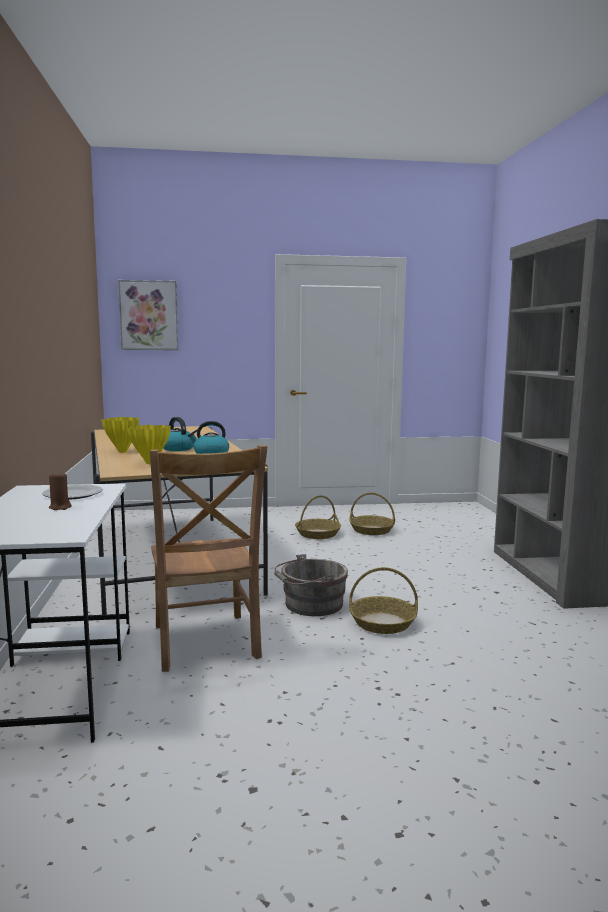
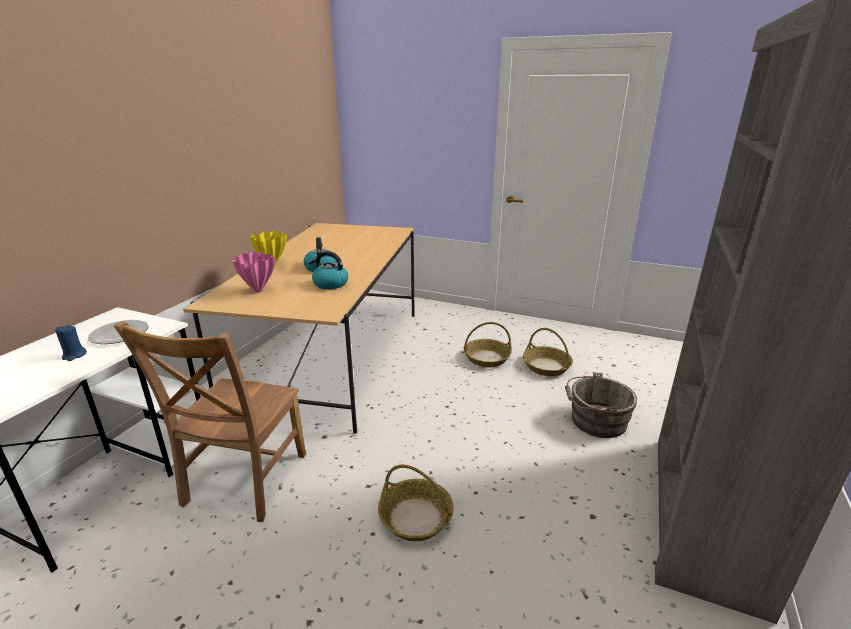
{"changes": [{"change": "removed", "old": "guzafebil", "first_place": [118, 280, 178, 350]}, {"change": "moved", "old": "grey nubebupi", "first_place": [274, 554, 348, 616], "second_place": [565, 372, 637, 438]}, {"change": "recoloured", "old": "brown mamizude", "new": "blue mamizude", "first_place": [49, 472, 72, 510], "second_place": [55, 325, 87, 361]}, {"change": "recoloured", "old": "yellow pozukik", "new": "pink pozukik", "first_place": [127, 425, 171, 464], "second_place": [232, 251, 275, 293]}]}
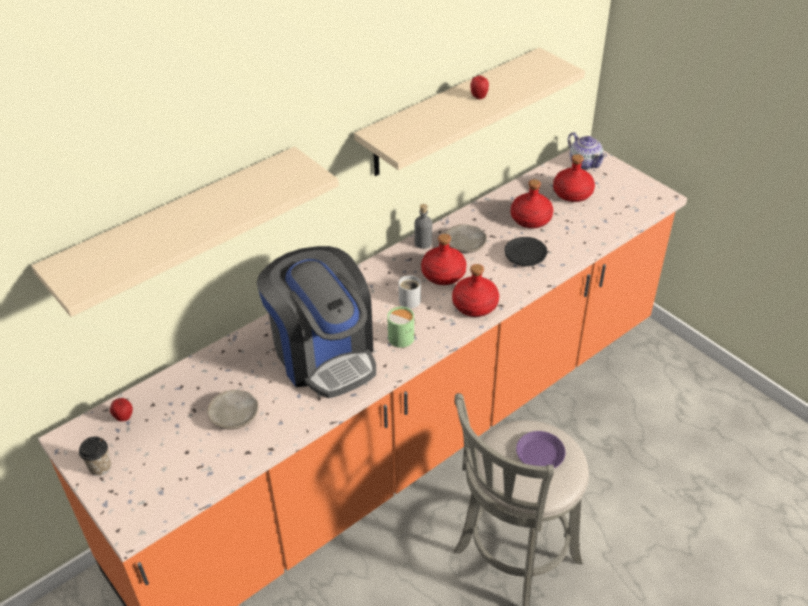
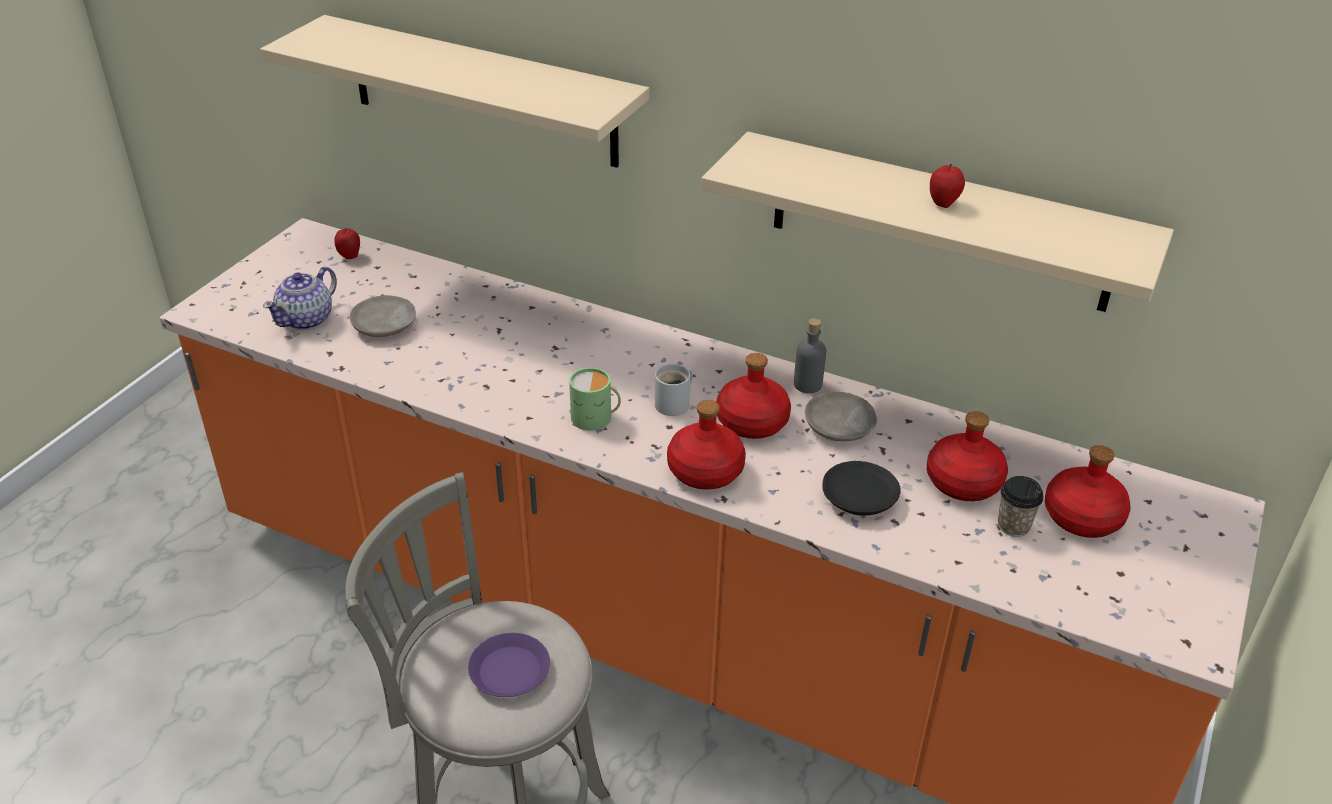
{"changes": [{"change": "removed", "old": "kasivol", "first_place": [257, 246, 376, 398]}, {"change": "moved", "old": "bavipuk", "first_place": [79, 437, 111, 476], "second_place": [998, 476, 1044, 537]}, {"change": "moved", "old": "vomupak", "first_place": [568, 132, 607, 170], "second_place": [263, 266, 337, 330]}]}
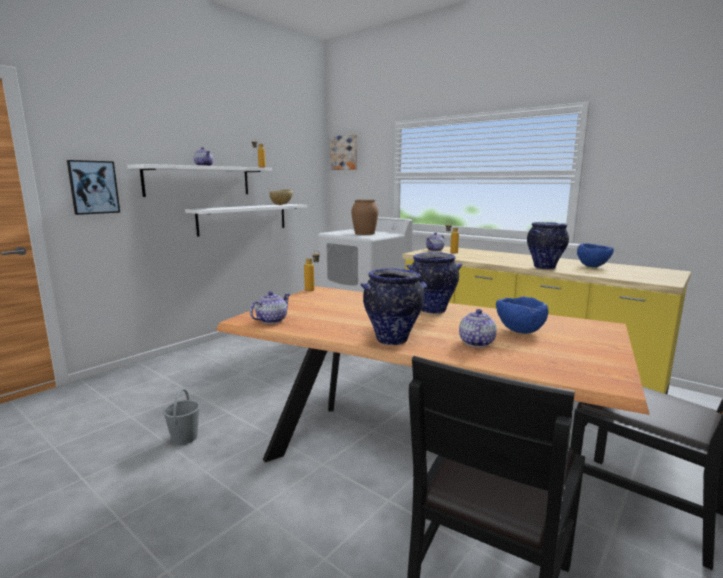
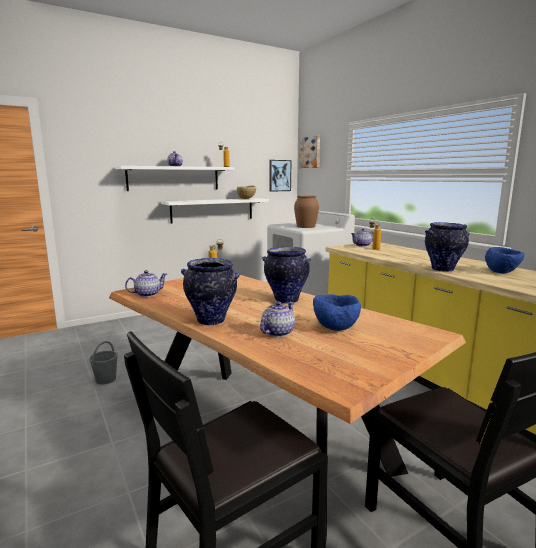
{"changes": [{"change": "moved", "old": "guzafebil", "first_place": [67, 160, 120, 215], "second_place": [270, 160, 291, 192]}]}
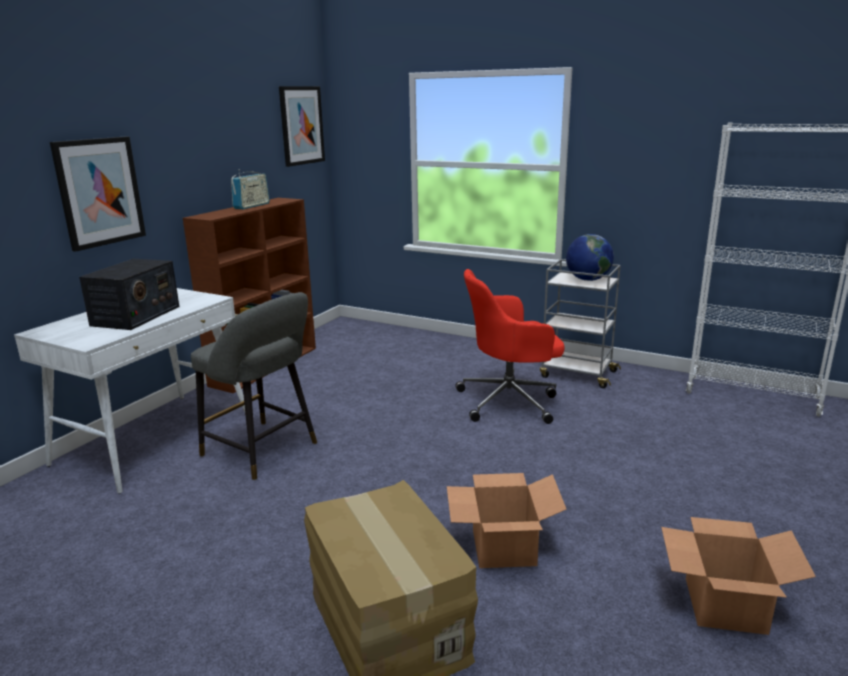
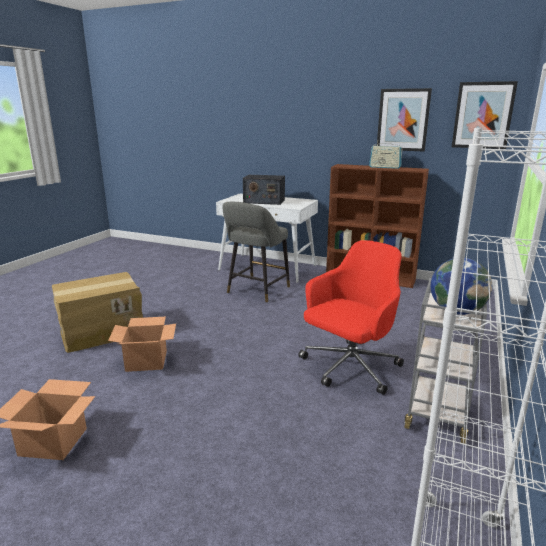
{"changes": [{"change": "moved", "old": "guzafebil", "first_place": [50, 136, 146, 252], "second_place": [377, 88, 432, 151]}, {"change": "turned", "old": "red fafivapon", "first_place": [455, 269, 565, 424], "second_place": [298, 240, 404, 395], "degrees": 60}]}
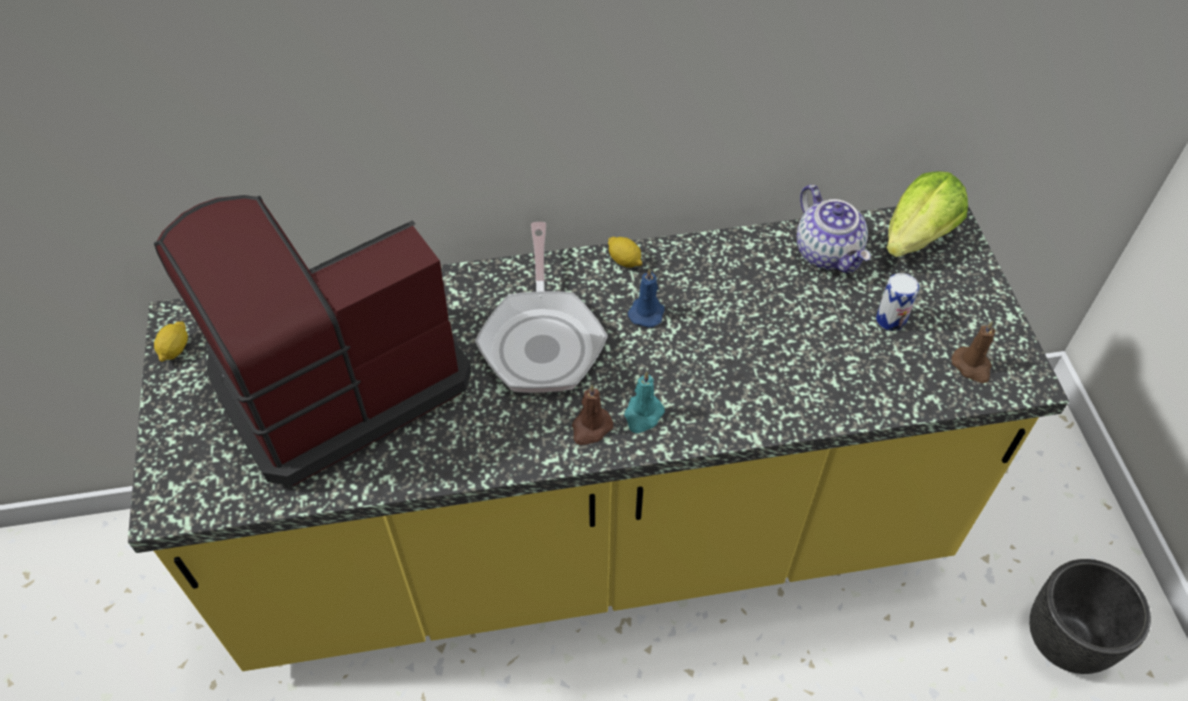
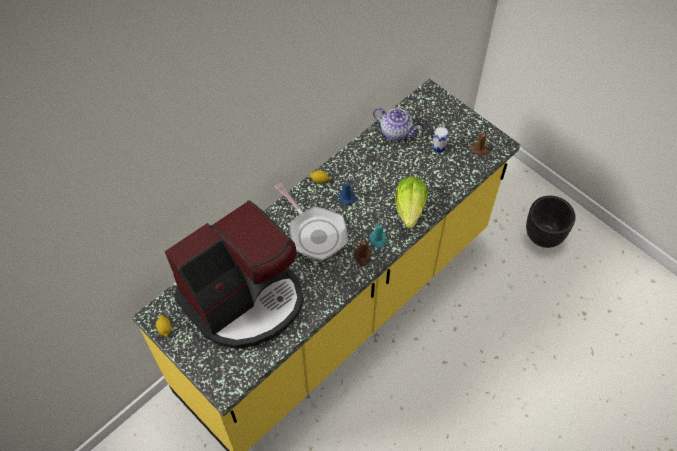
{"changes": [{"change": "moved", "old": "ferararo", "first_place": [886, 171, 968, 257], "second_place": [395, 176, 428, 228]}, {"change": "turned", "old": "kasivol", "first_place": [154, 195, 471, 486], "second_place": [165, 200, 304, 349], "degrees": -150}]}
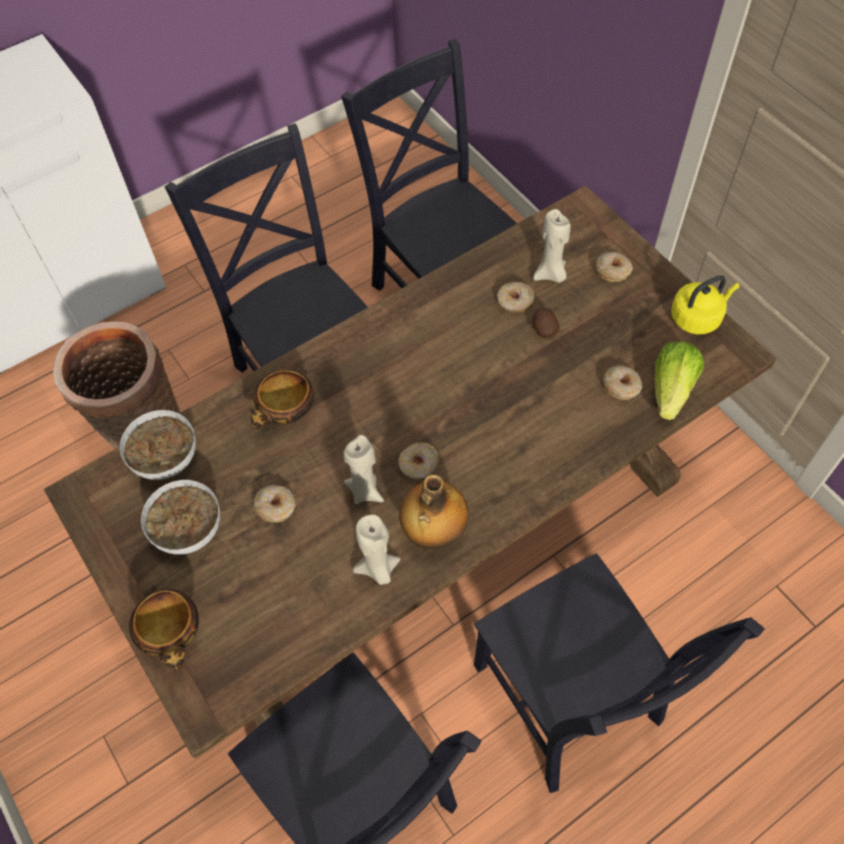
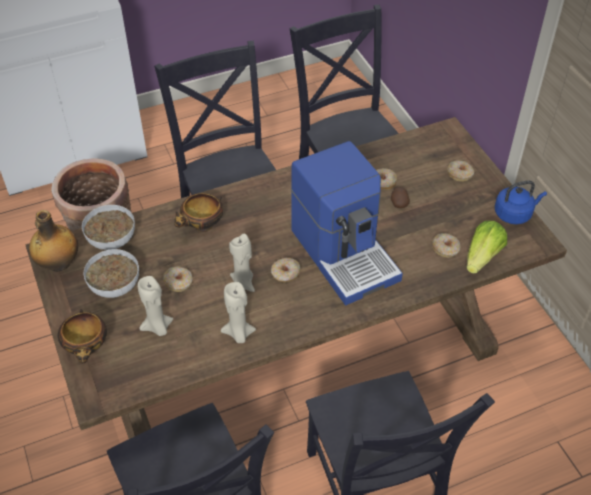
{"changes": [{"change": "added", "new": "kasivol", "second_place": [291, 141, 403, 306]}, {"change": "moved", "old": "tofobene", "first_place": [399, 475, 469, 549], "second_place": [29, 210, 78, 272]}, {"change": "moved", "old": "beige mamizude", "first_place": [533, 209, 571, 283], "second_place": [138, 276, 173, 336]}, {"change": "recoloured", "old": "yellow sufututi", "new": "blue sufututi", "first_place": [671, 275, 740, 334], "second_place": [495, 180, 547, 224]}]}
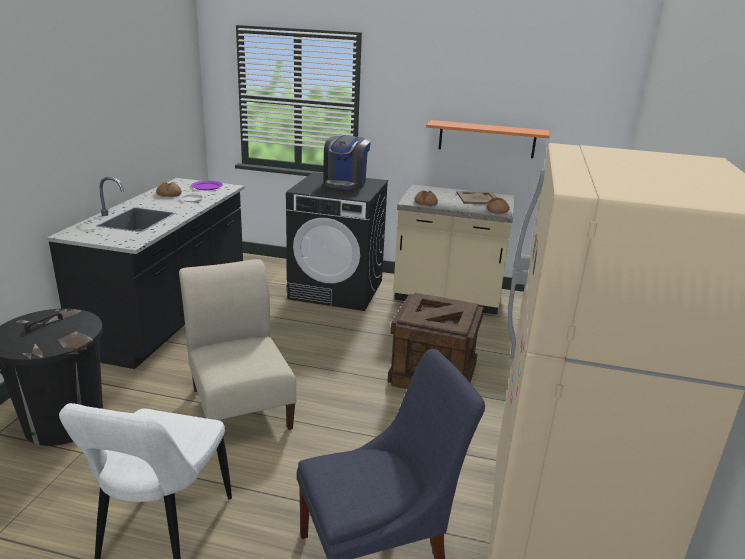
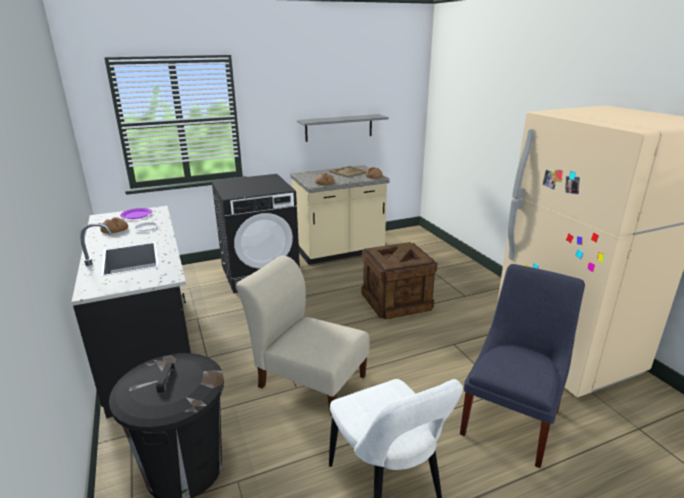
{"changes": [{"change": "removed", "old": "kasivol", "first_place": [323, 135, 371, 190]}, {"change": "recoloured", "old": "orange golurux", "new": "grey golurux", "first_place": [426, 120, 550, 158], "second_place": [297, 114, 389, 142]}]}
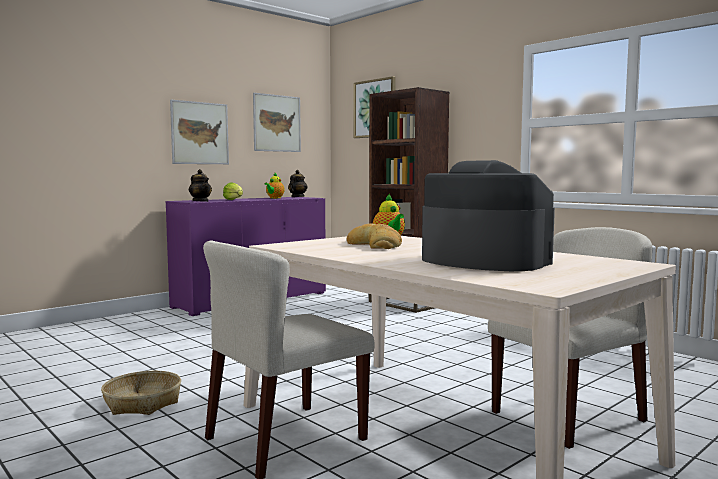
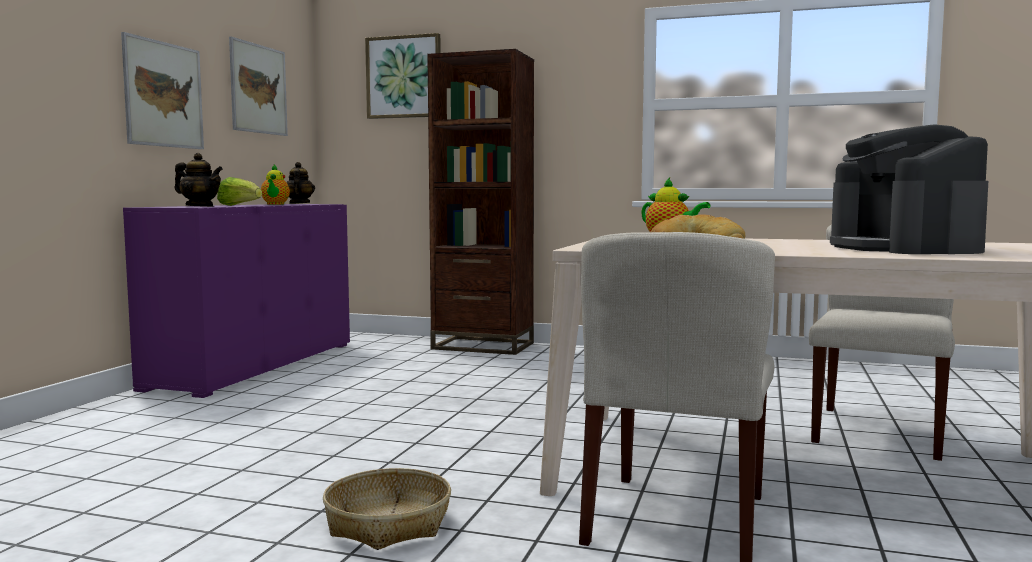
{"changes": [{"change": "turned", "old": "kasivol", "first_place": [422, 160, 555, 271], "second_place": [830, 124, 988, 254], "degrees": -105}]}
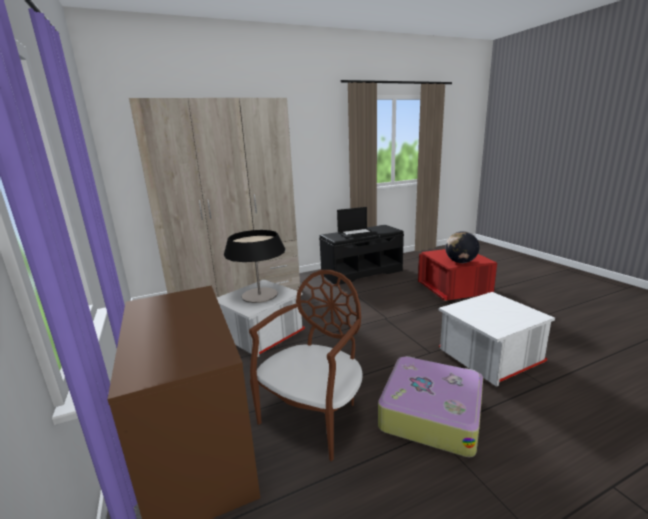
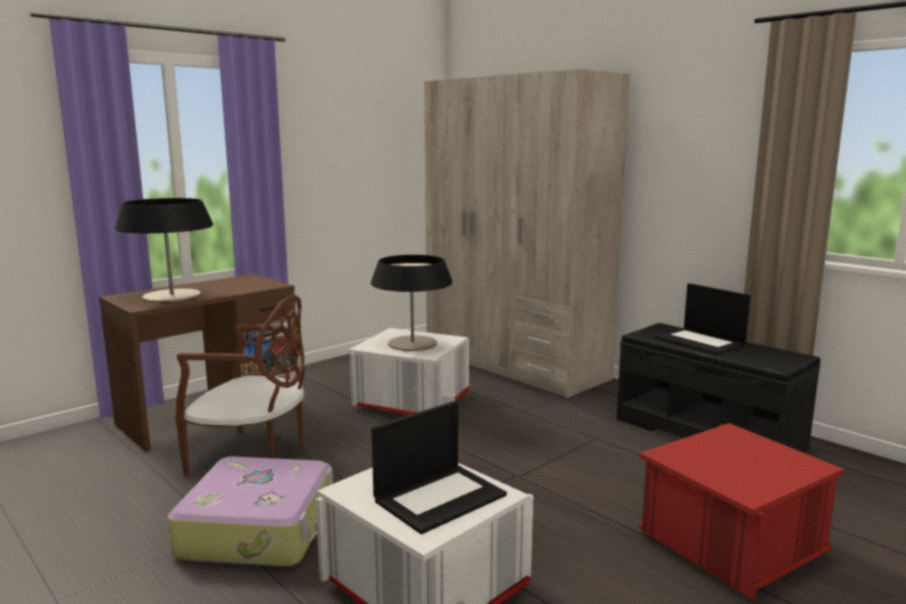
{"changes": [{"change": "removed", "old": "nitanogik", "first_place": [445, 231, 479, 263]}, {"change": "added", "new": "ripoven", "second_place": [115, 198, 213, 303]}, {"change": "added", "new": "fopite", "second_place": [371, 401, 507, 534]}]}
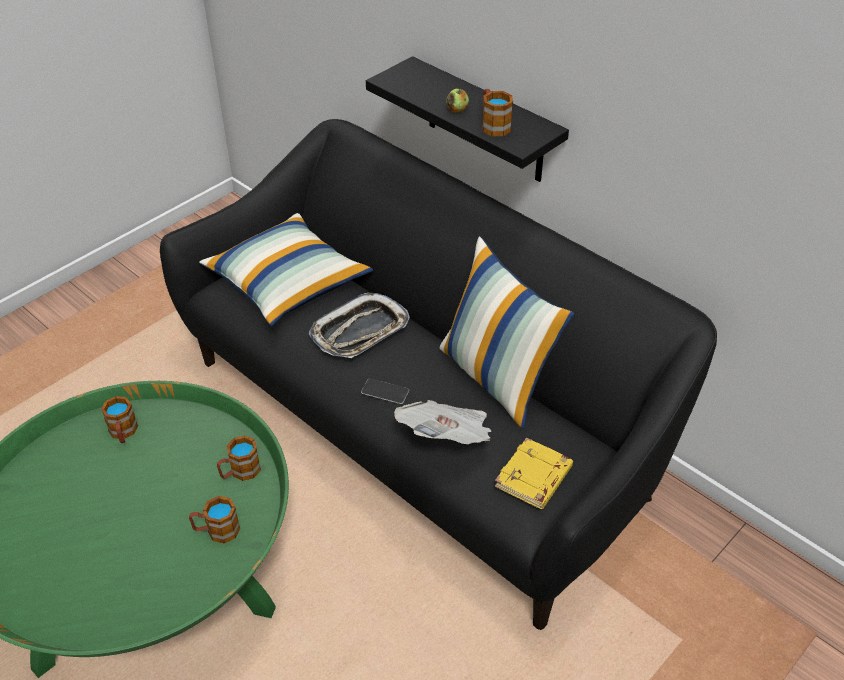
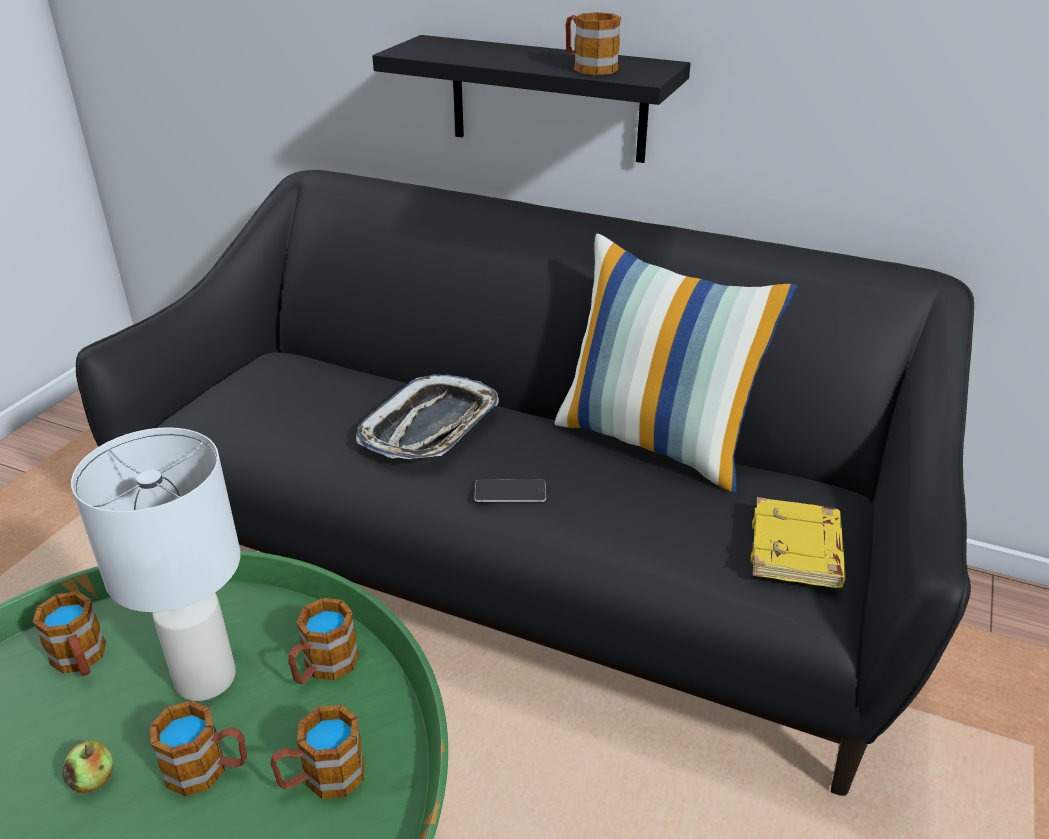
{"changes": [{"change": "removed", "old": "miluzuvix", "first_place": [199, 213, 373, 326]}, {"change": "removed", "old": "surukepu", "first_place": [394, 400, 492, 444]}, {"change": "added", "new": "white ripoven", "second_place": [71, 427, 241, 701]}, {"change": "added", "new": "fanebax", "second_place": [150, 700, 247, 796]}, {"change": "moved", "old": "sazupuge", "first_place": [446, 89, 469, 113], "second_place": [62, 741, 114, 793]}]}
